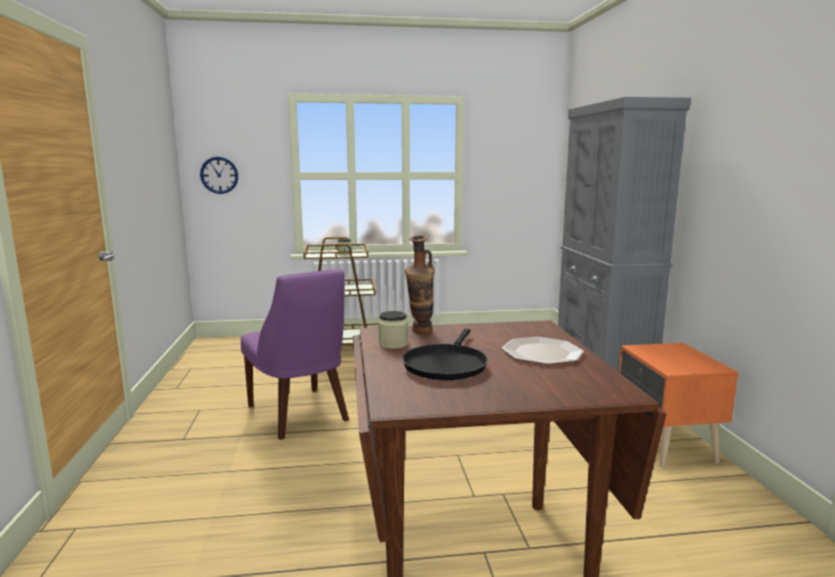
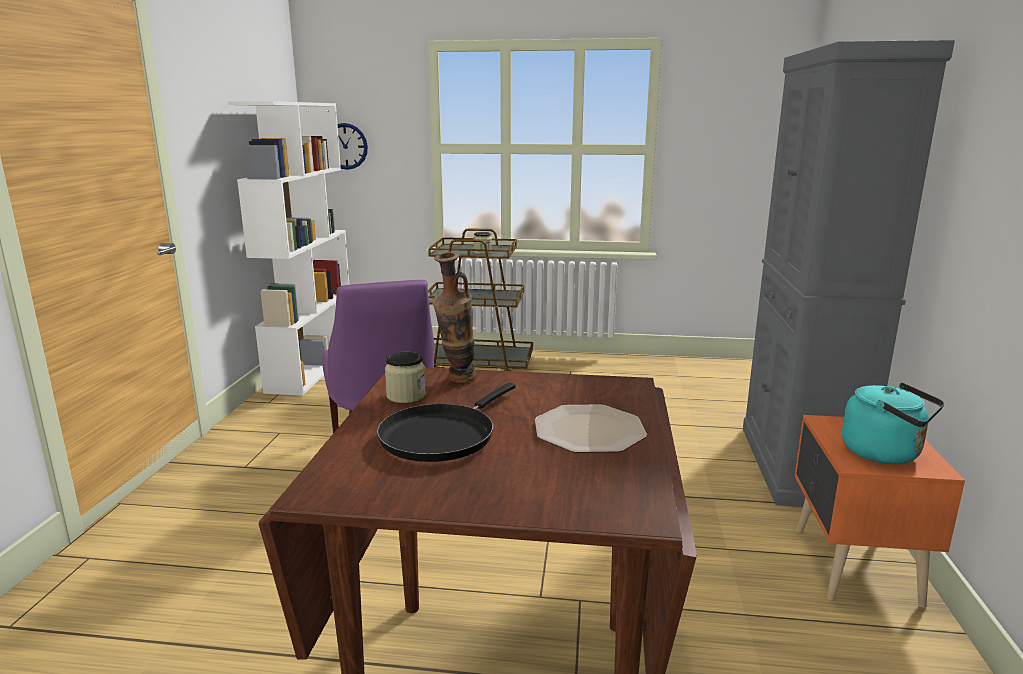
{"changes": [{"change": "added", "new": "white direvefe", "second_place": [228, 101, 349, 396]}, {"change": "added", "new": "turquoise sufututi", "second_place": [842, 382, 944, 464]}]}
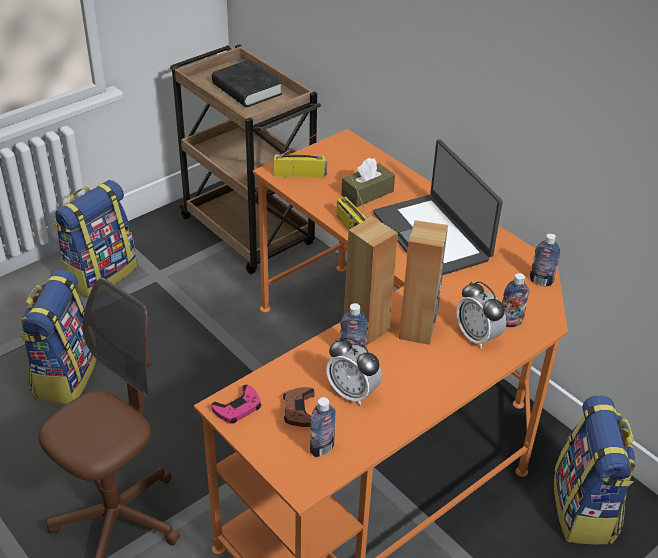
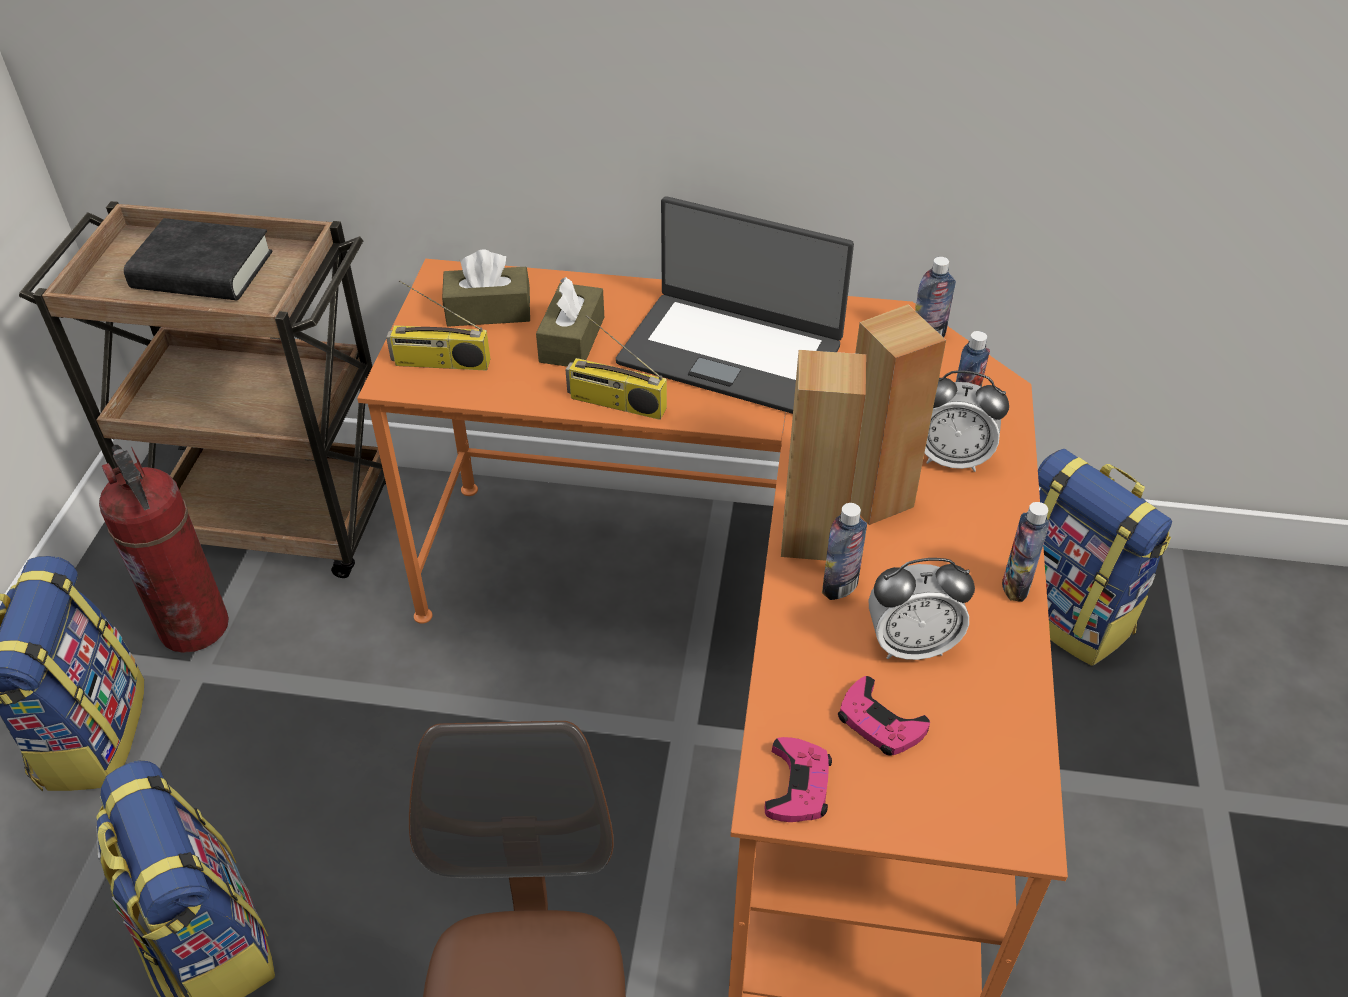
{"changes": [{"change": "added", "new": "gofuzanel", "second_place": [99, 445, 229, 653]}, {"change": "added", "new": "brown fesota", "second_place": [442, 249, 530, 327]}, {"change": "moved", "old": "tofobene", "first_place": [310, 397, 336, 457], "second_place": [1002, 502, 1049, 602]}, {"change": "recoloured", "old": "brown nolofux", "new": "pink nolofux", "first_place": [283, 387, 315, 427], "second_place": [838, 676, 930, 755]}, {"change": "turned", "old": "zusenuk", "first_place": [274, 133, 328, 178], "second_place": [386, 280, 490, 371], "degrees": -135}]}
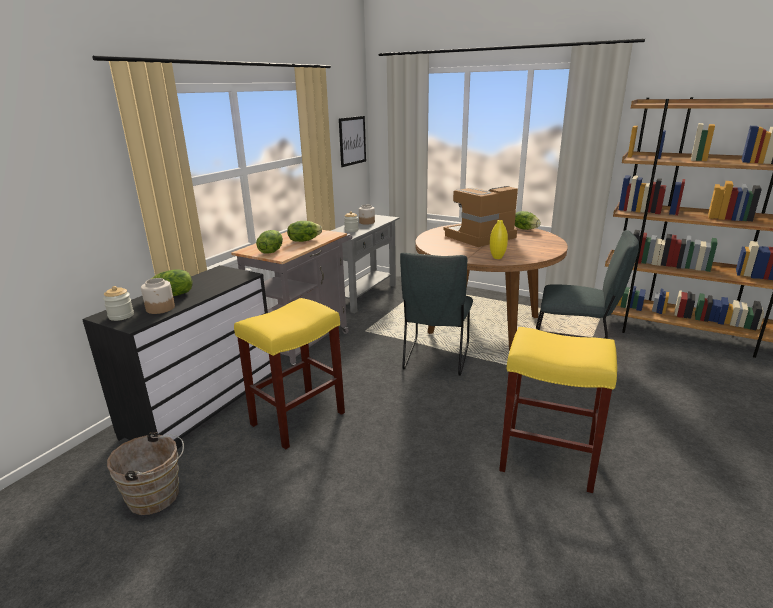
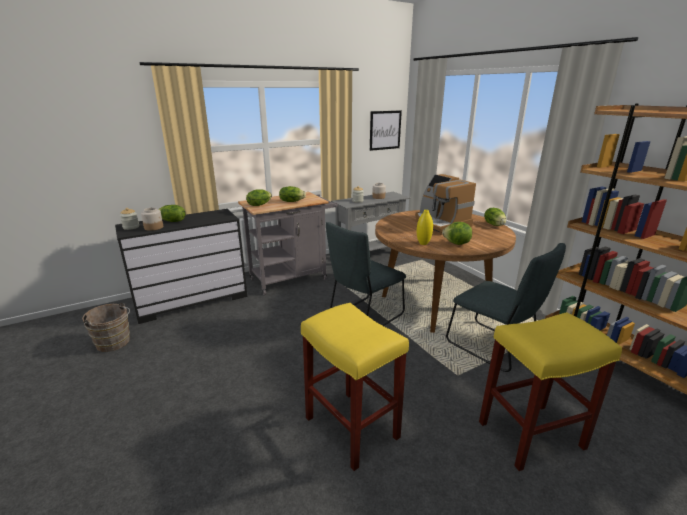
{"changes": [{"change": "added", "new": "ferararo", "second_place": [442, 222, 472, 245]}, {"change": "moved", "old": "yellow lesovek", "first_place": [234, 298, 345, 450], "second_place": [479, 312, 622, 471]}, {"change": "turned", "old": "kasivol", "first_place": [443, 186, 518, 247], "second_place": [415, 174, 476, 235], "degrees": -120}]}
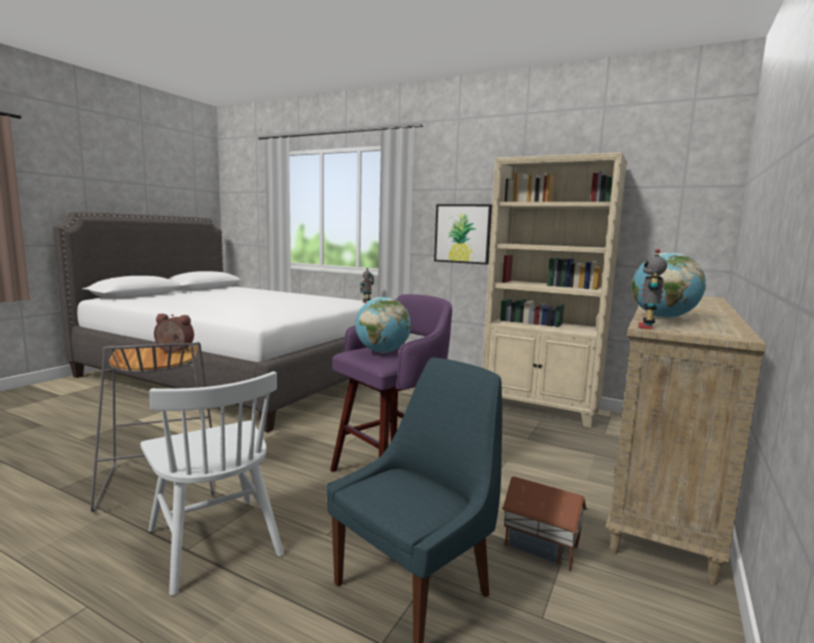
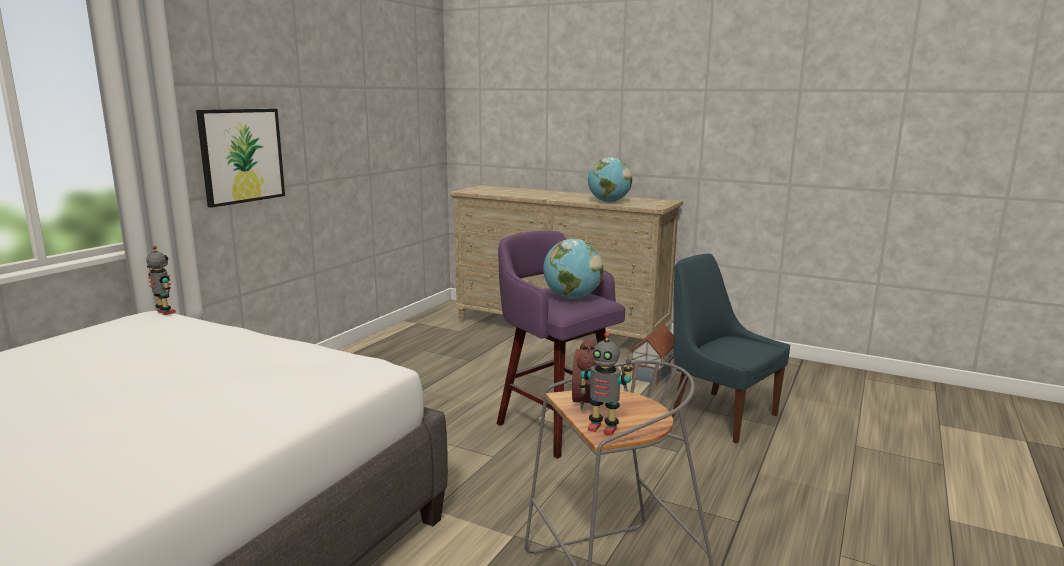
{"changes": [{"change": "removed", "old": "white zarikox", "first_place": [140, 371, 284, 596]}, {"change": "removed", "old": "beige direvefe", "first_place": [482, 152, 627, 428]}, {"change": "moved", "old": "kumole", "first_place": [638, 249, 667, 329], "second_place": [579, 332, 633, 436]}]}
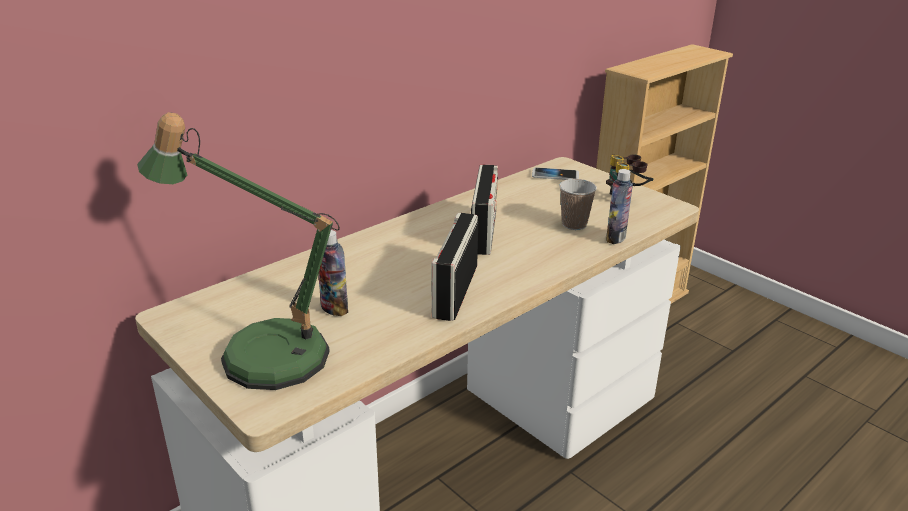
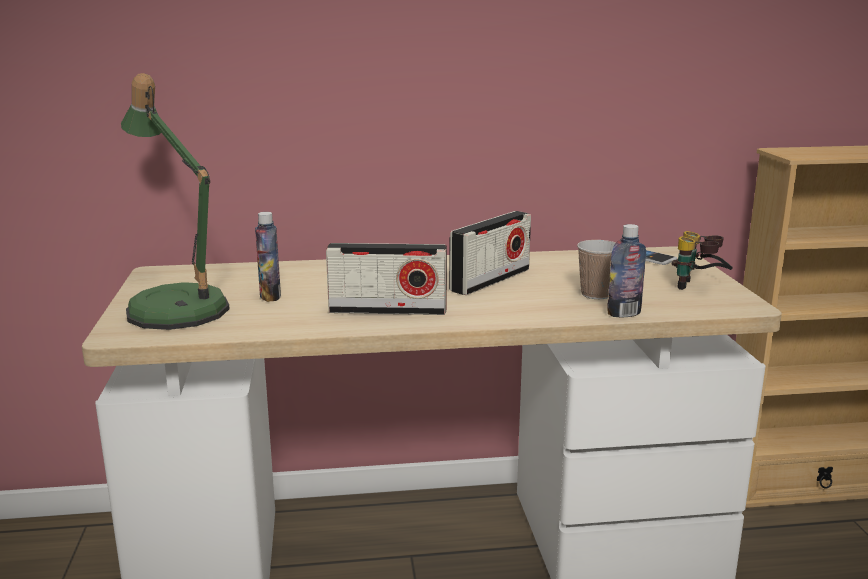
{"changes": [{"change": "turned", "old": "zusenuk", "first_place": [431, 213, 478, 321], "second_place": [326, 243, 447, 315], "degrees": -135}]}
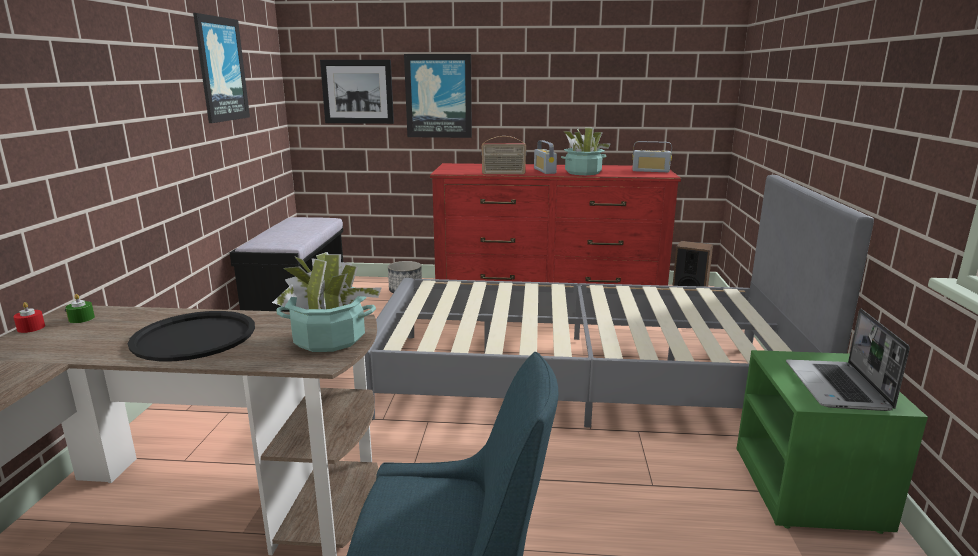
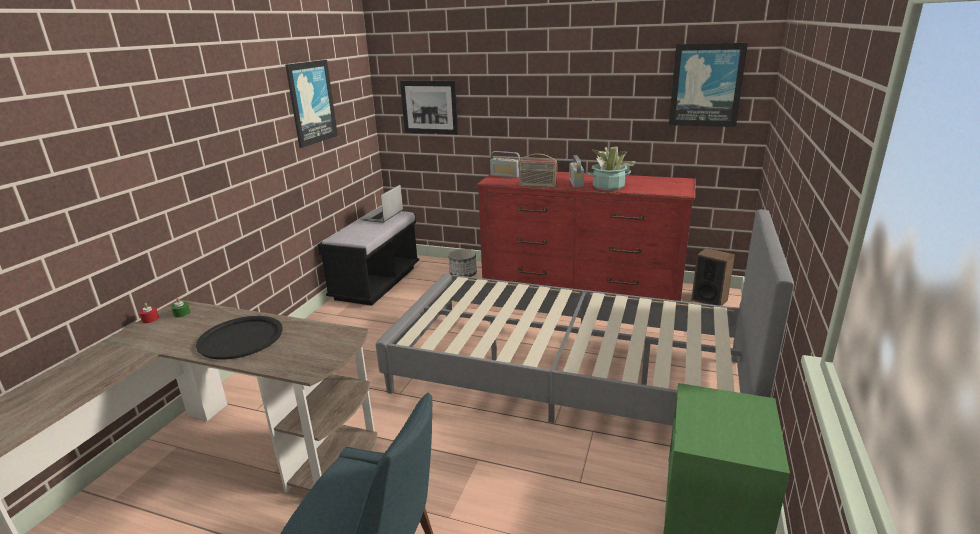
{"changes": [{"change": "removed", "old": "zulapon", "first_place": [272, 252, 381, 352]}, {"change": "moved", "old": "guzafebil", "first_place": [404, 54, 472, 138], "second_place": [669, 43, 748, 127]}, {"change": "moved", "old": "zusenuk", "first_place": [632, 141, 672, 172], "second_place": [490, 151, 520, 178]}, {"change": "moved", "old": "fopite", "first_place": [786, 309, 910, 411], "second_place": [360, 185, 403, 223]}]}
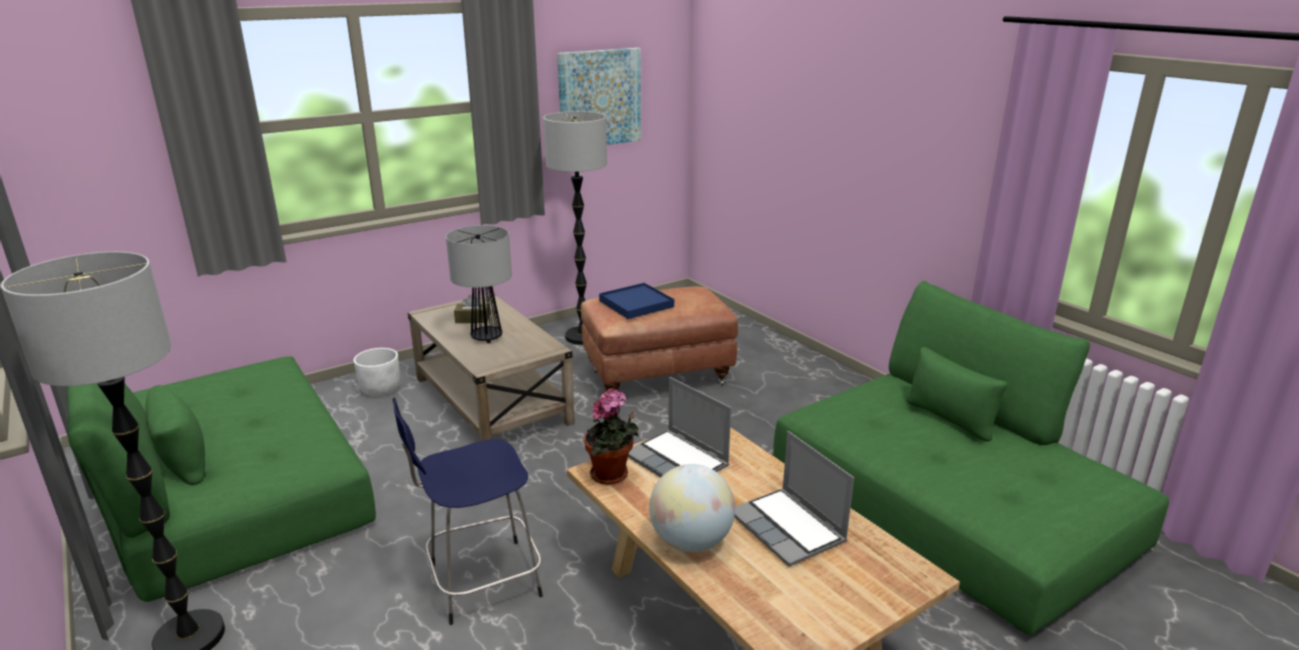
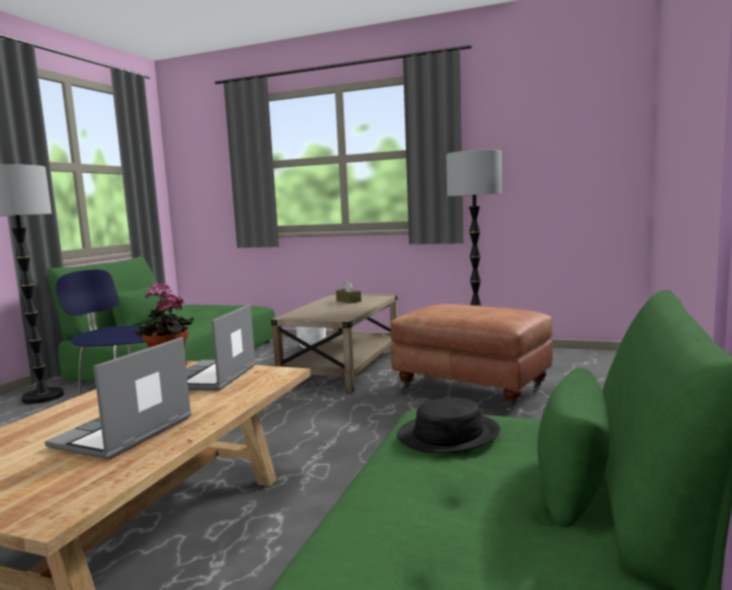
{"changes": [{"change": "removed", "old": "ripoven", "first_place": [446, 225, 512, 343]}, {"change": "removed", "old": "guzafebil", "first_place": [557, 48, 641, 145]}, {"change": "removed", "old": "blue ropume", "first_place": [599, 283, 674, 319]}, {"change": "removed", "old": "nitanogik", "first_place": [649, 464, 735, 552]}, {"change": "added", "new": "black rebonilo", "second_place": [397, 397, 500, 453]}]}
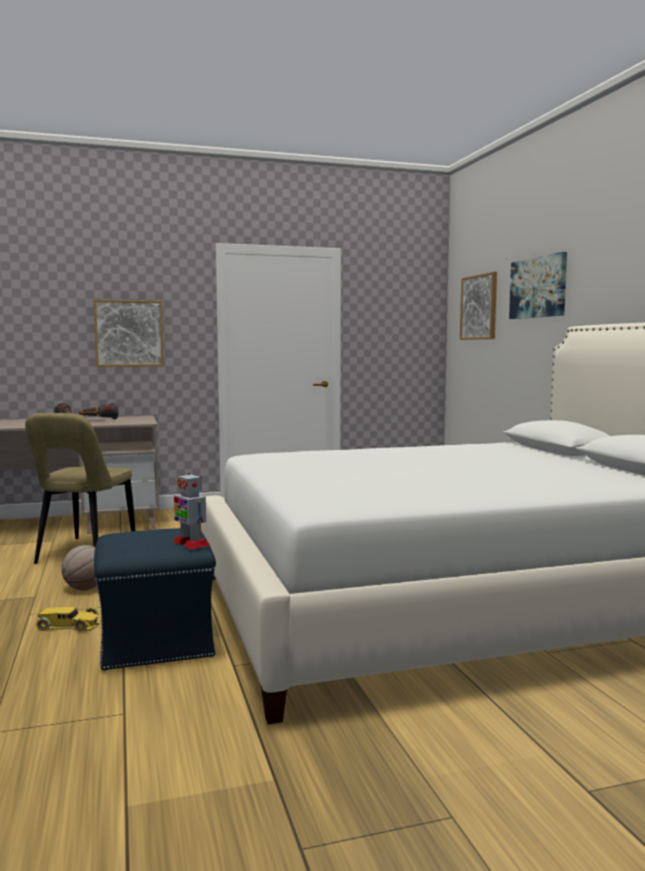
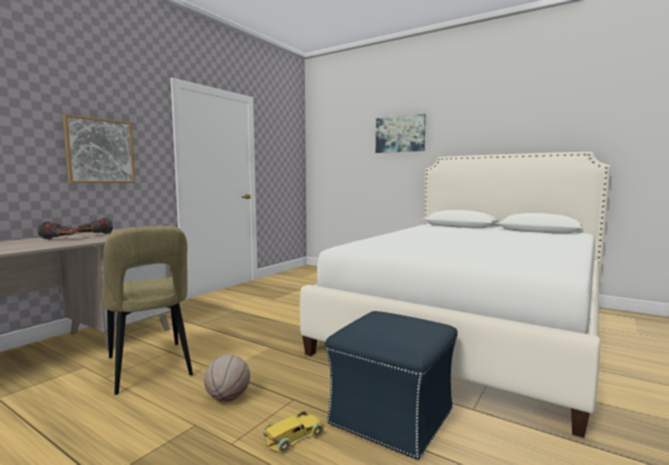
{"changes": [{"change": "removed", "old": "kumole", "first_place": [173, 473, 210, 550]}, {"change": "removed", "old": "guzafebil", "first_place": [460, 272, 497, 340]}]}
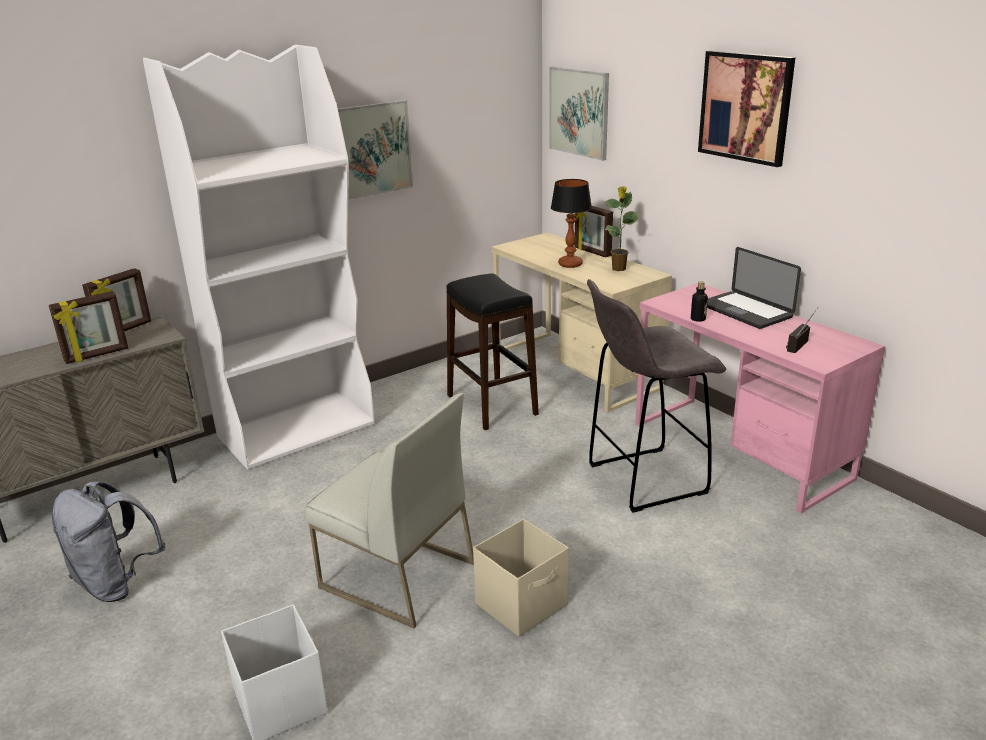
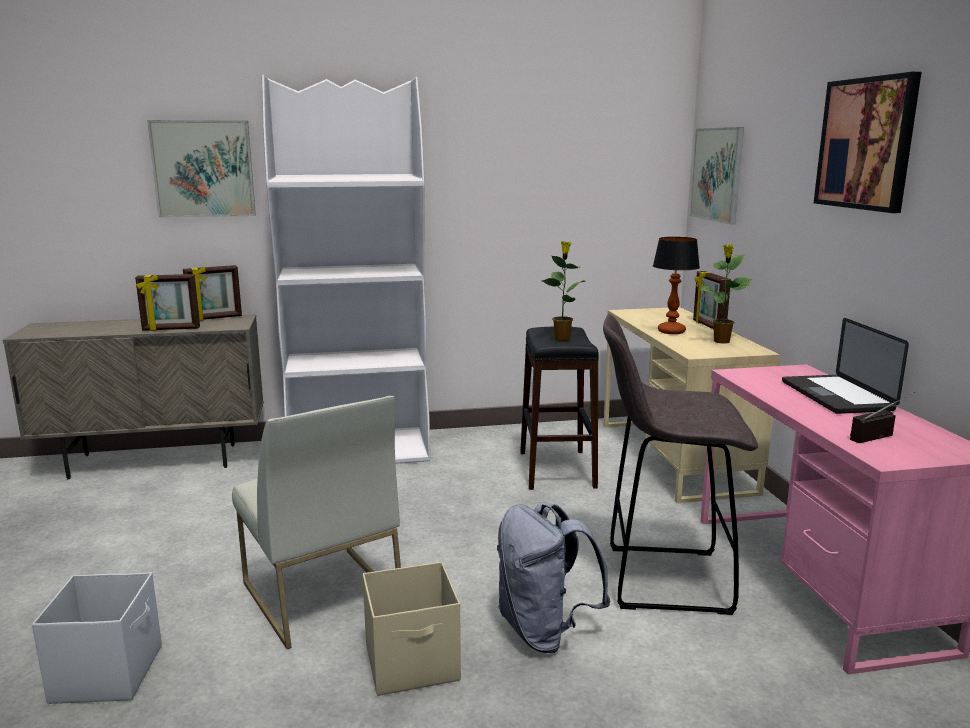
{"changes": [{"change": "removed", "old": "tofobene", "first_place": [691, 281, 708, 322]}, {"change": "added", "new": "zulapon", "second_place": [541, 241, 586, 341]}, {"change": "moved", "old": "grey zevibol", "first_place": [52, 481, 165, 602], "second_place": [497, 502, 610, 653]}, {"change": "moved", "old": "guzafebil", "first_place": [338, 100, 413, 200], "second_place": [147, 120, 256, 218]}]}
